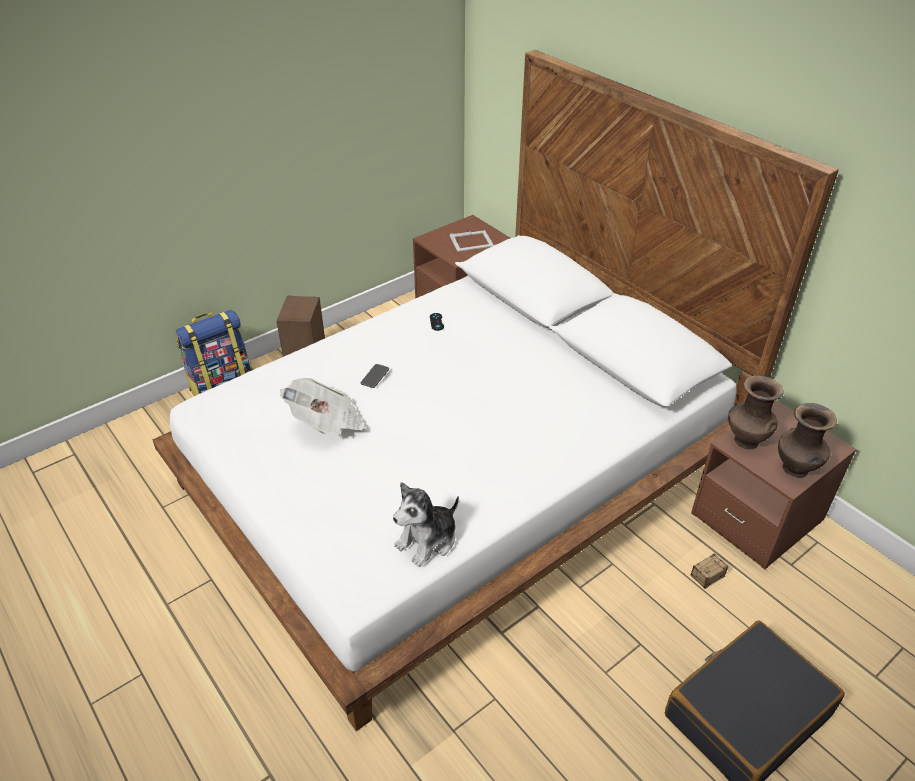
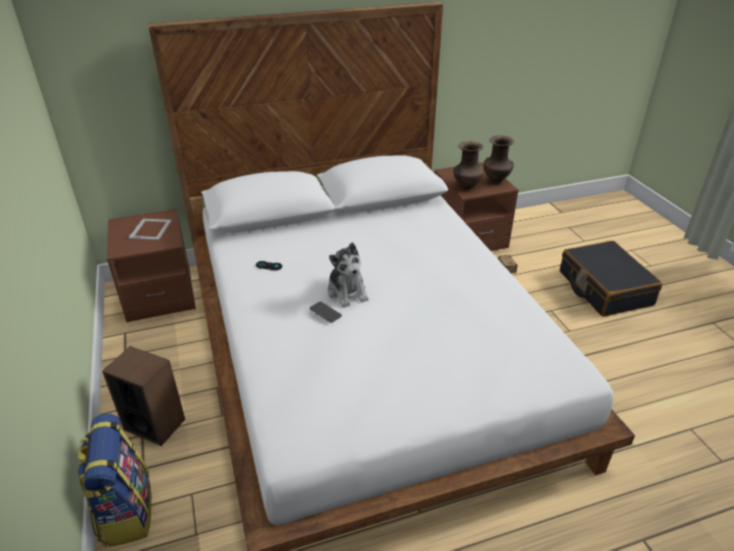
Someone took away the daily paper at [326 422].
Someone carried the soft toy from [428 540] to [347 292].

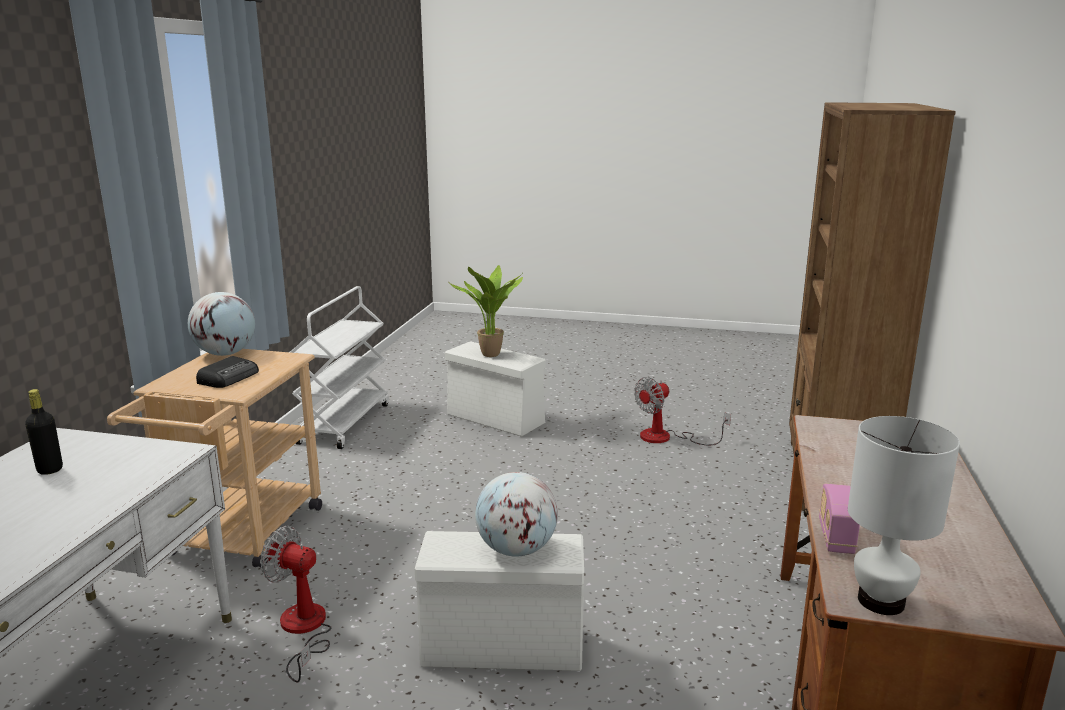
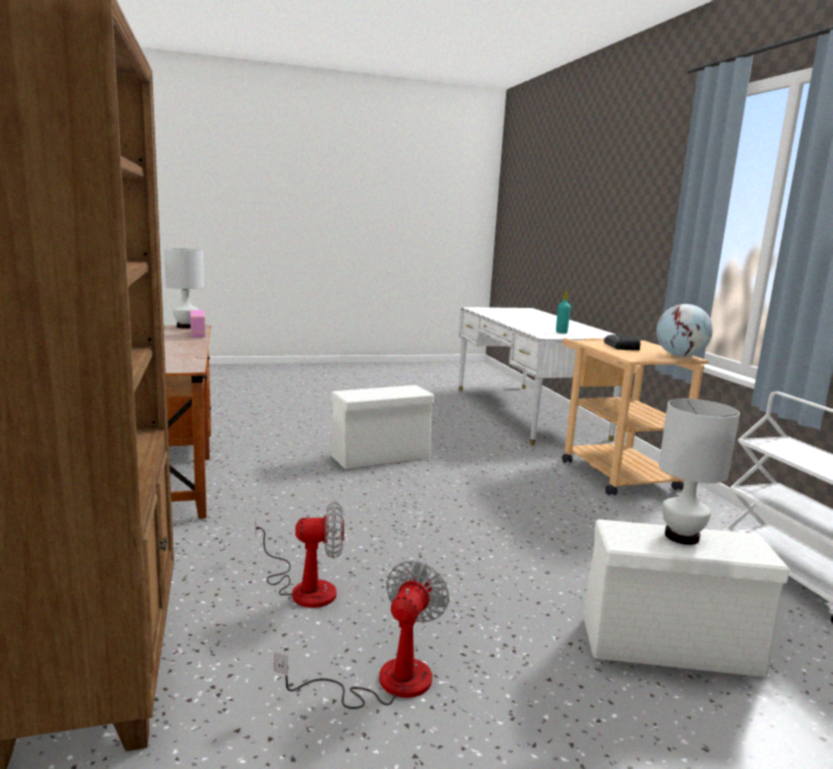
Someone took away the blackish bottle at [50 469].
Someone carried the electric fan from [303 630] to [304 587].
Someone swapped the potted plant at [493 355] for the white lamp for a table at [682 537].
Someone took away the globe at [516 550].
Someone put down the turquoise-coloured bottle at [561 332].

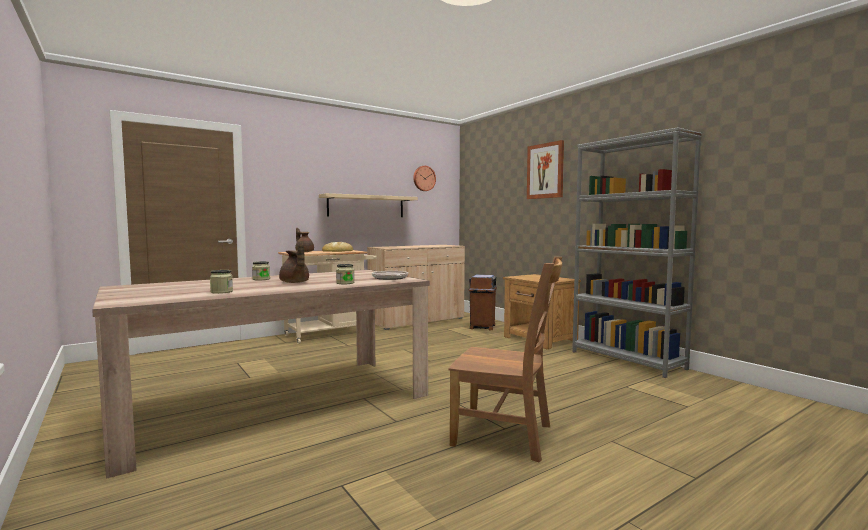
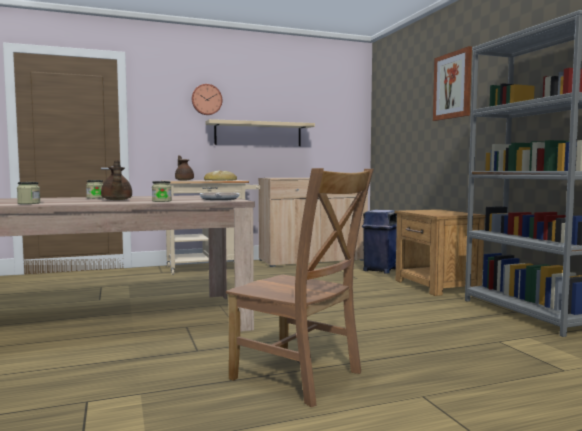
Someone carried the wall clock from [424 178] to [206 99].
Someone repainted the brown-coloured trash can at [482 327], which became the blue trash can at [379 270].

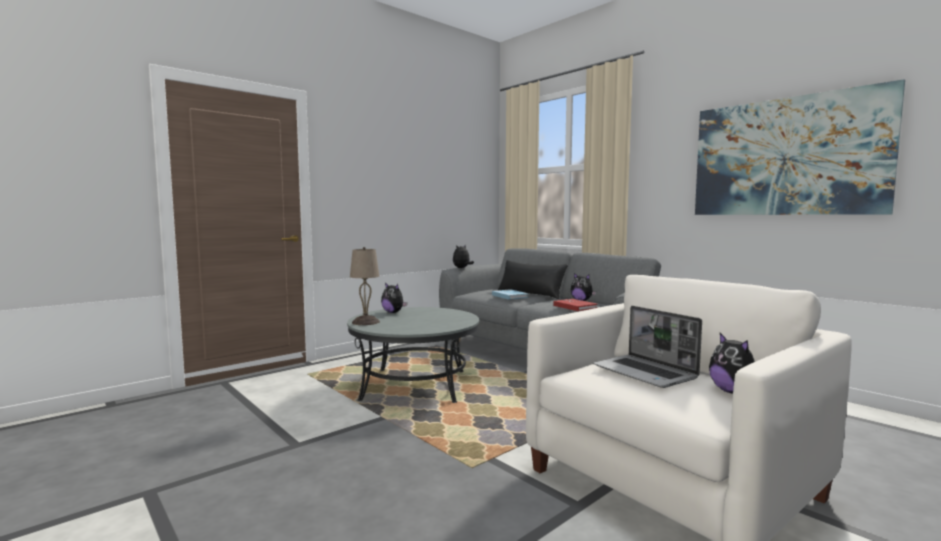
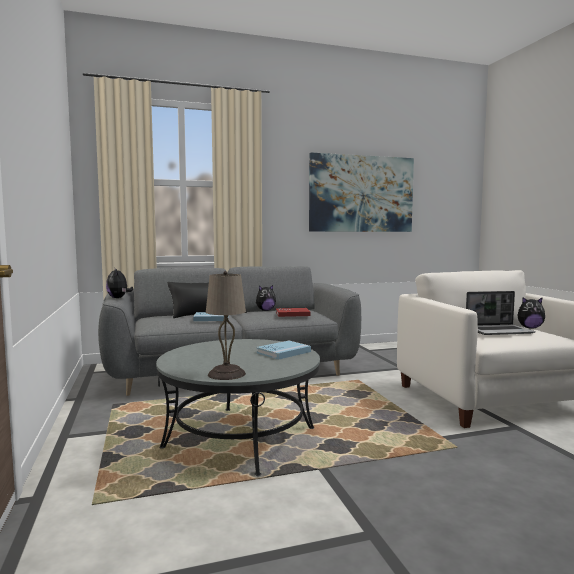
Someone took away the soft toy at [393 312].
Someone put down the blue volume at [283 352].

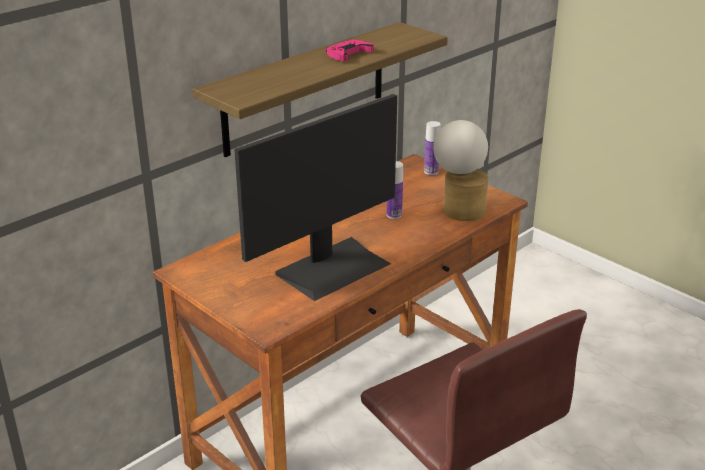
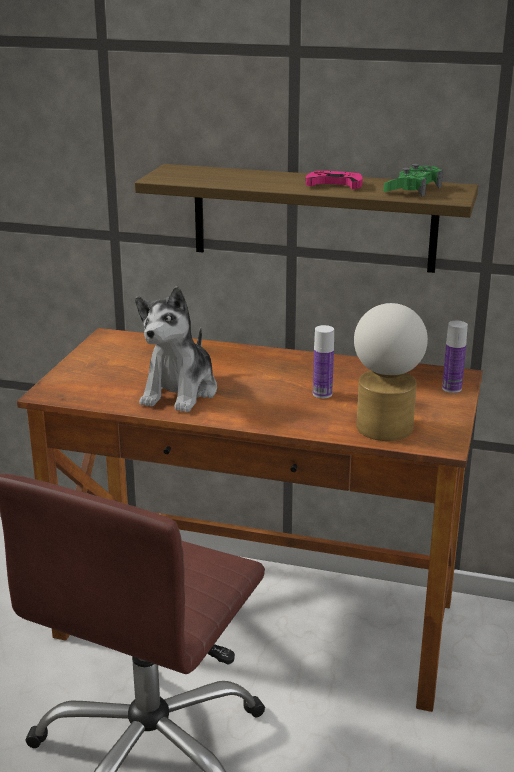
Someone swapped the monitor at [332 267] for the soft toy at [180 392].
Someone put down the green-coloured joypad at [413 189].

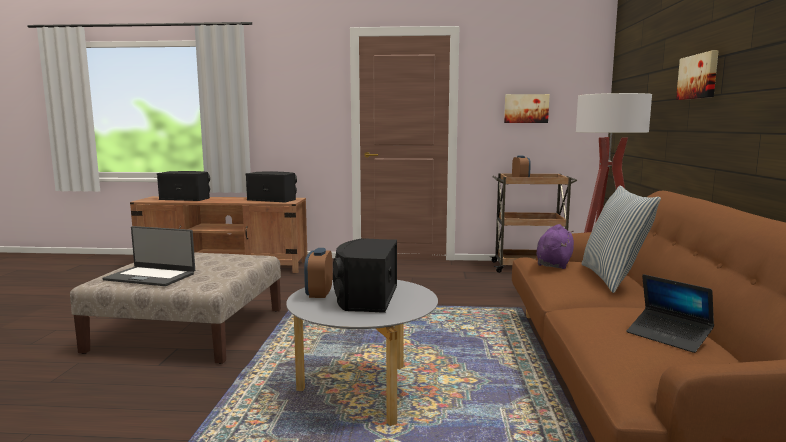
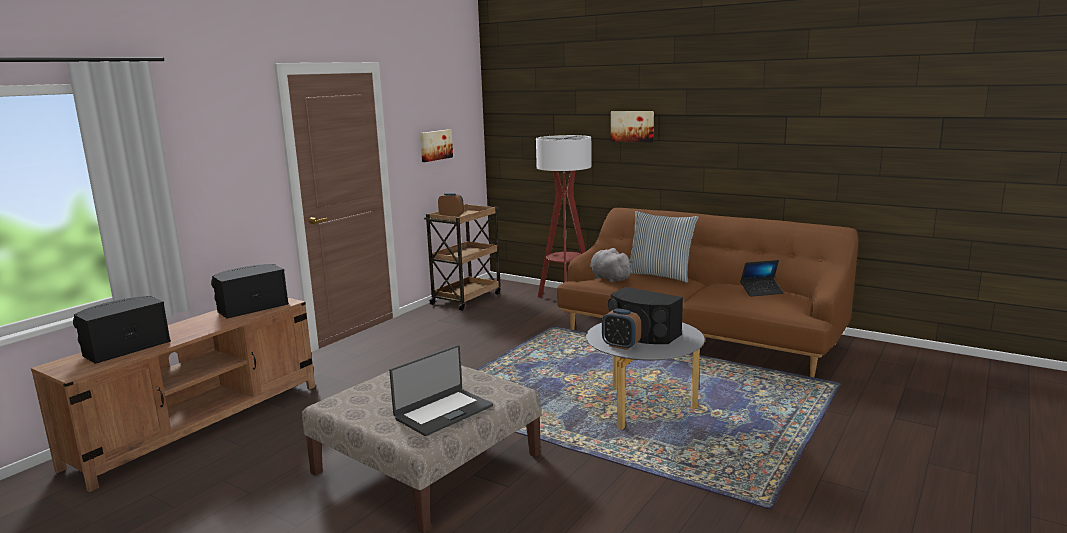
Someone repainted the purplish soft toy at [554 264], which became the grey soft toy at [609 278].

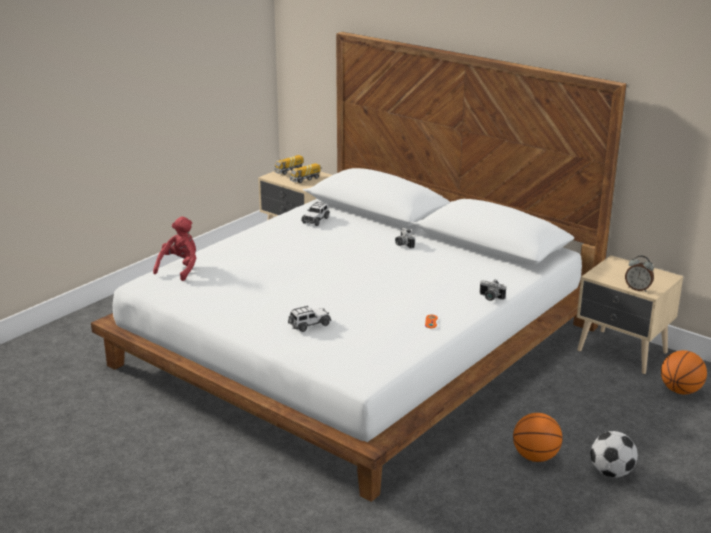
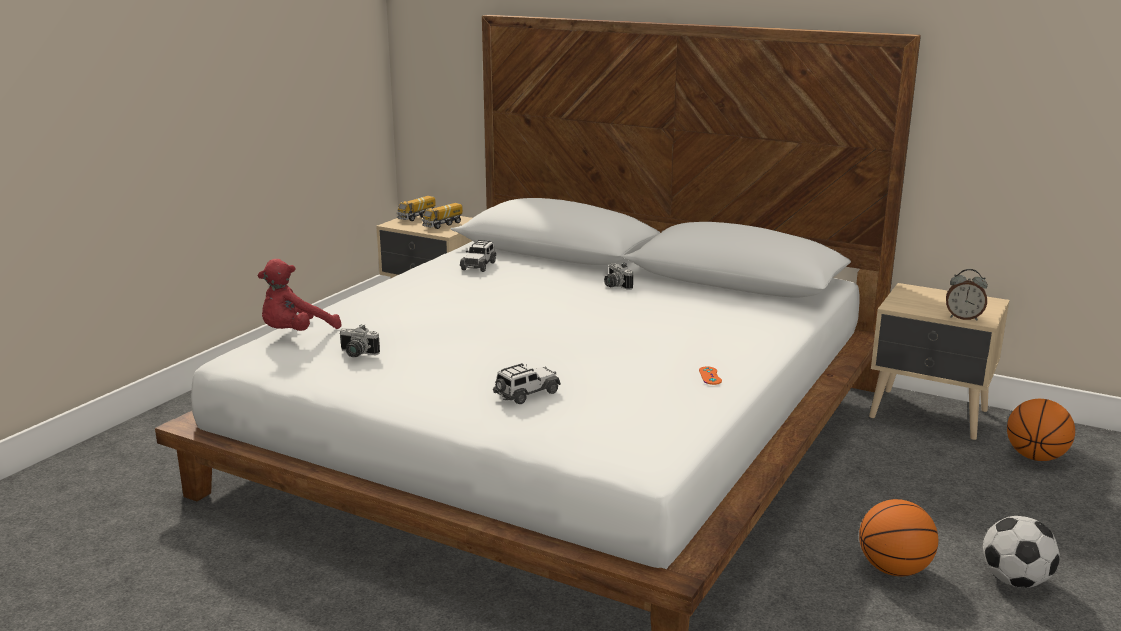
Someone rotated the reddish soft toy at [180 268] by 150 degrees counterclockwise.
Someone carried the photo camera from [490 298] to [356 354].

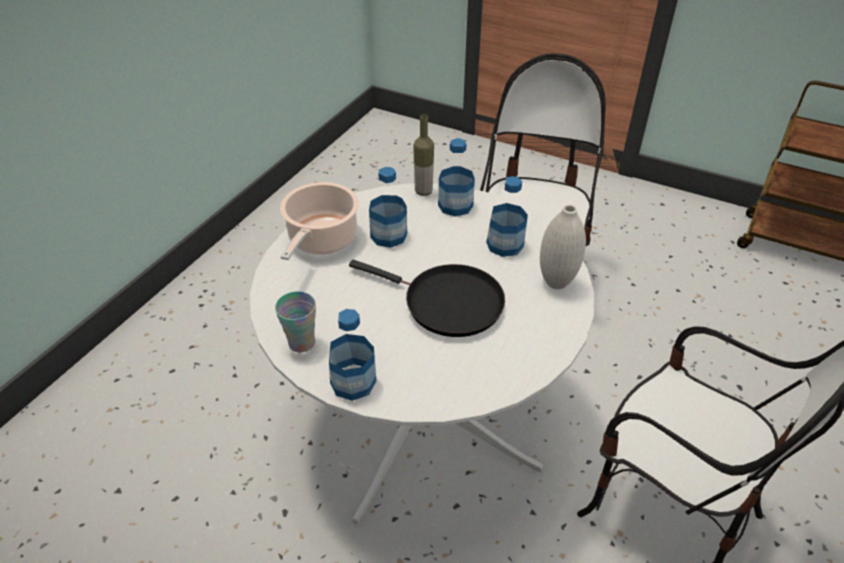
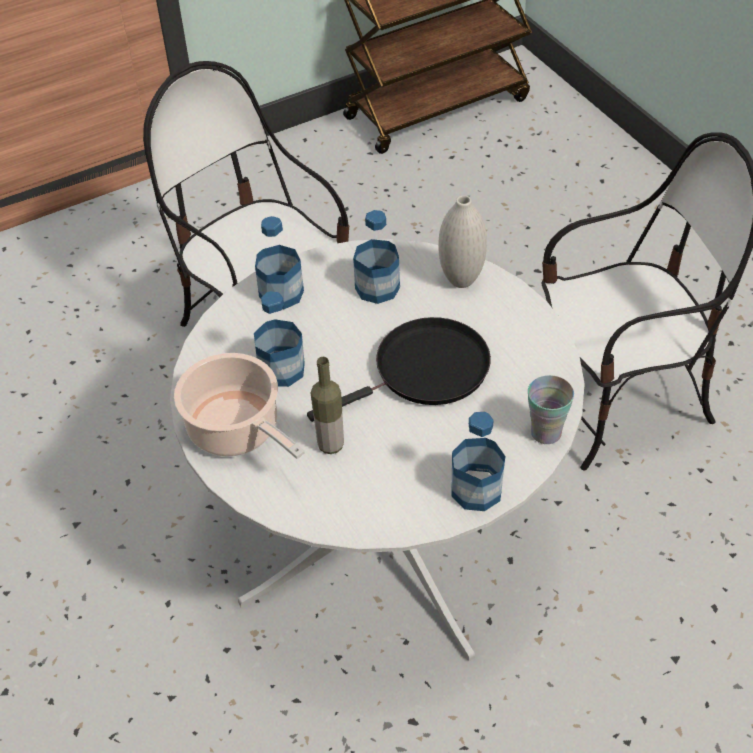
Someone carried the cup from [302 343] to [546 433].
Someone carried the bottle from [423 191] to [330 445].

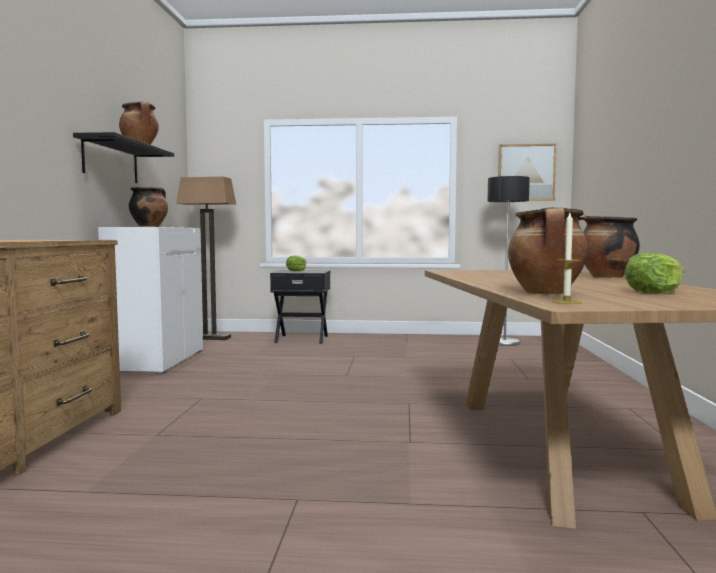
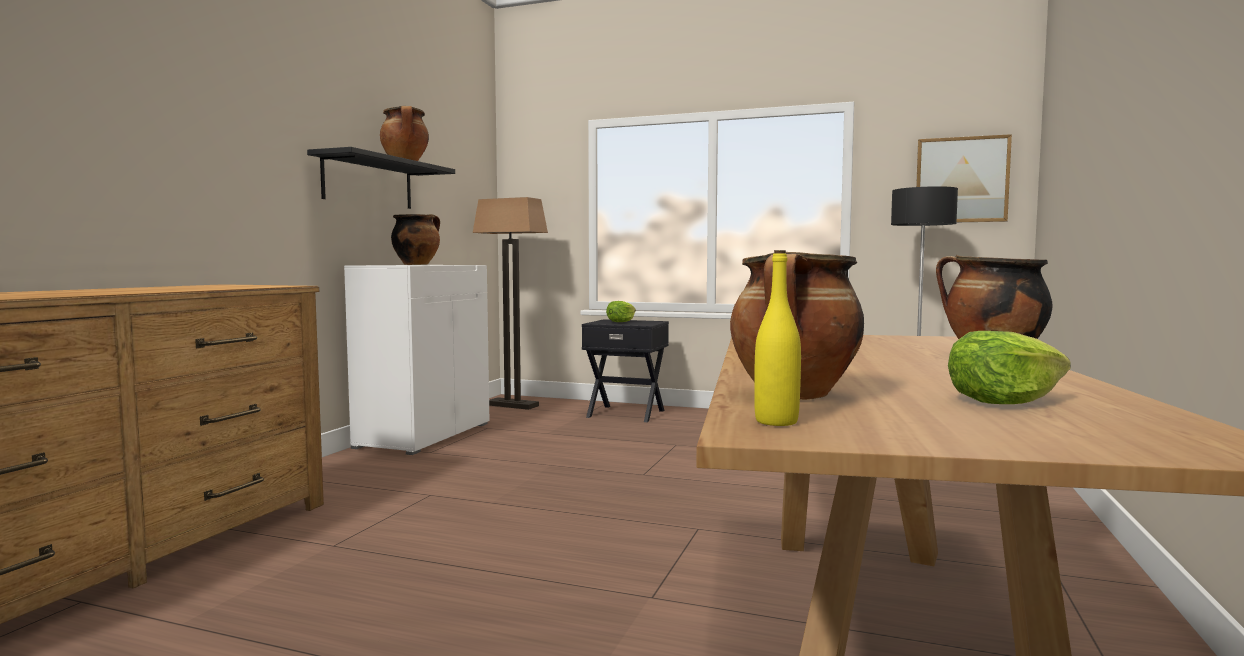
Someone swapped the wax light at [566 302] for the yellow bottle at [776 421].

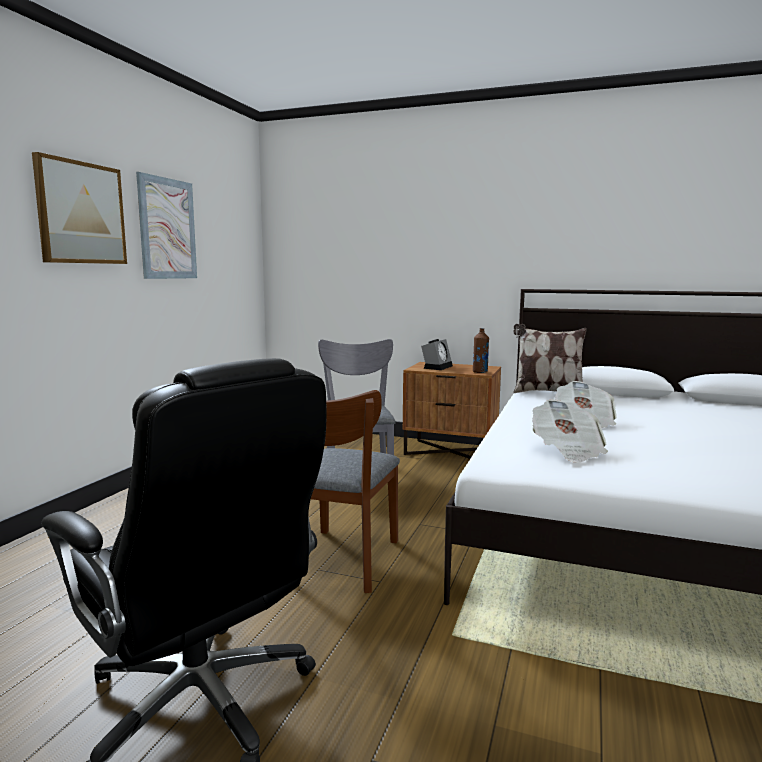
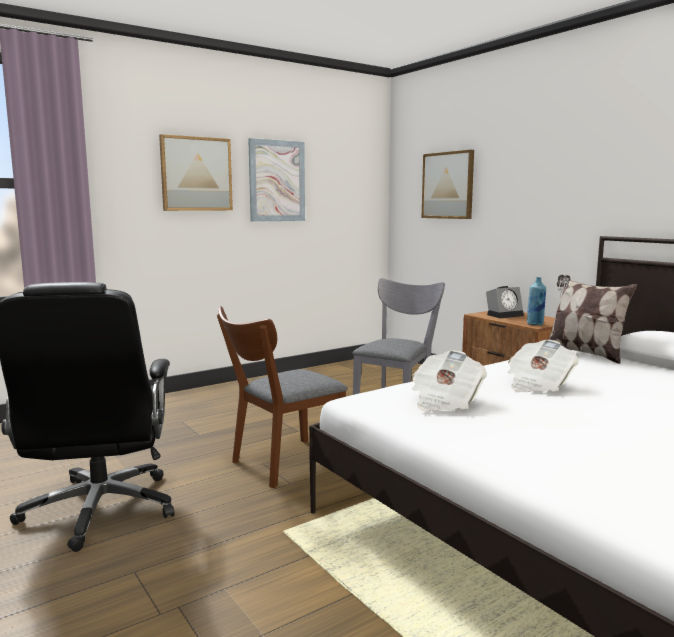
Someone repainted the brown-coloured bottle at [480 372], which became the blue bottle at [535 324].
Someone put up the picture at [448 185].

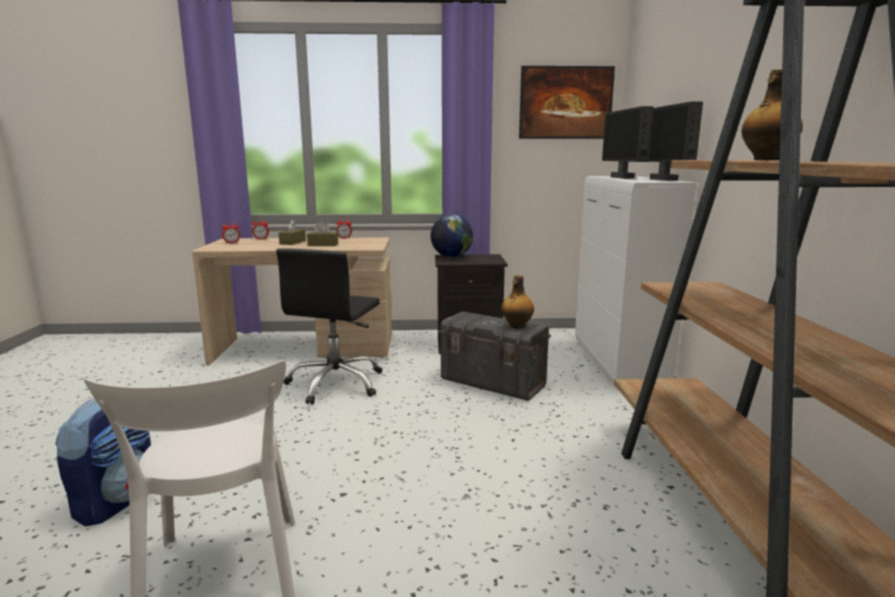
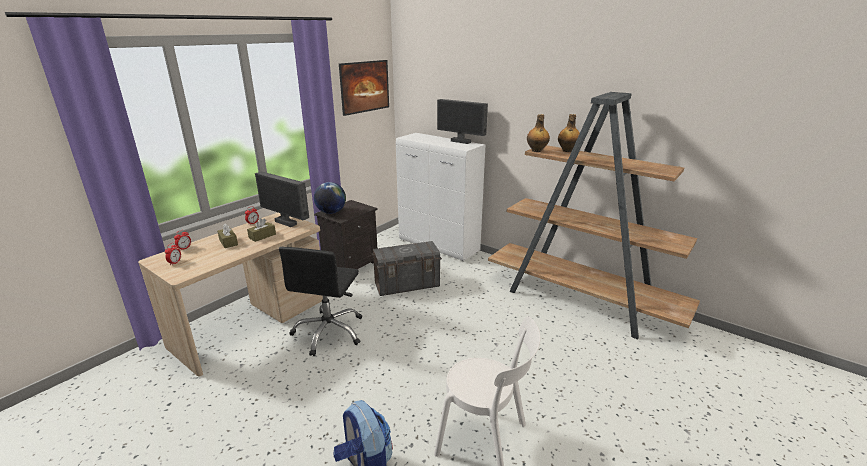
Someone rotated the blackish office chair at [336 383] by 45 degrees clockwise.
Someone carried the bottle from [516 326] to [536 151].
Someone carried the monitor from [623 177] to [286 222].

